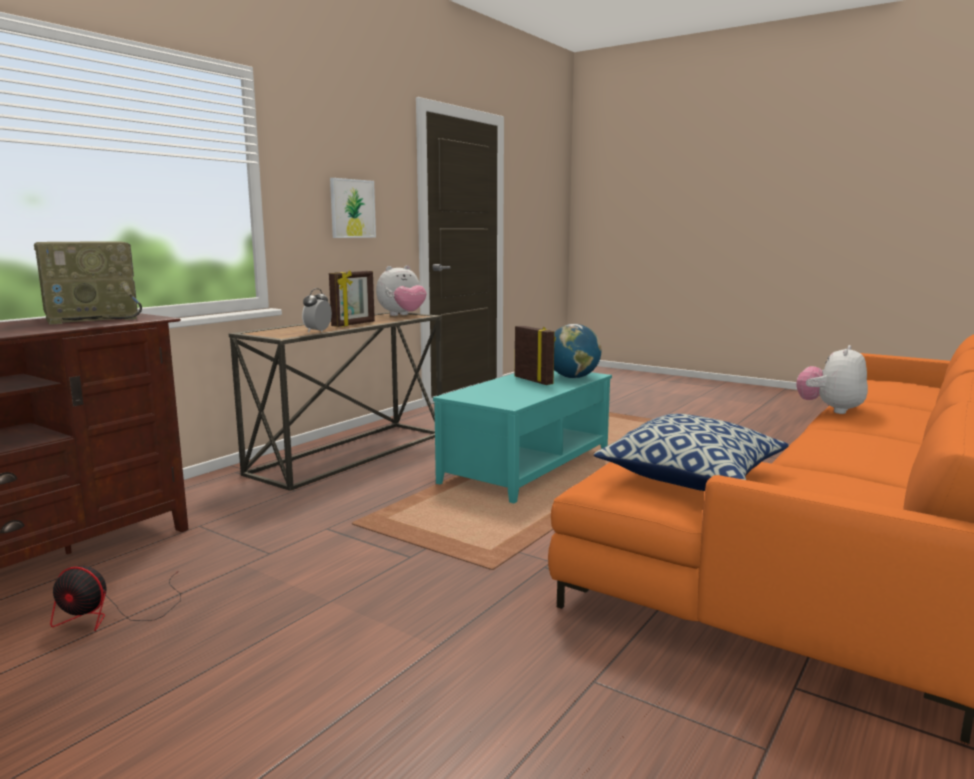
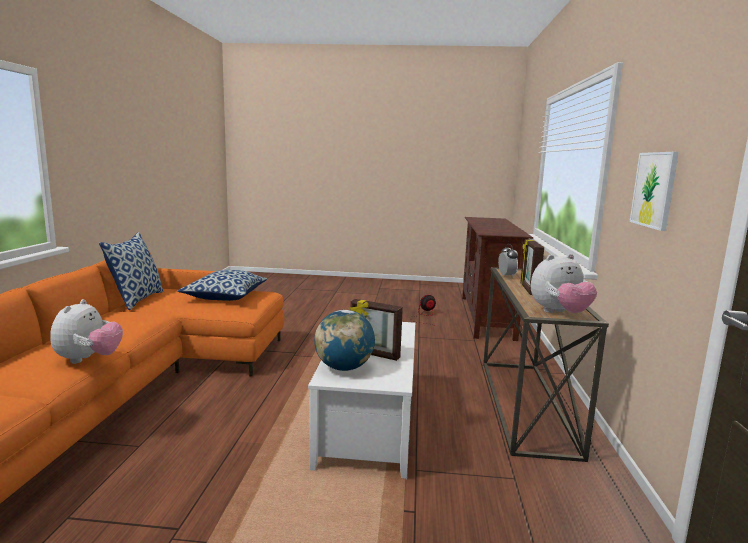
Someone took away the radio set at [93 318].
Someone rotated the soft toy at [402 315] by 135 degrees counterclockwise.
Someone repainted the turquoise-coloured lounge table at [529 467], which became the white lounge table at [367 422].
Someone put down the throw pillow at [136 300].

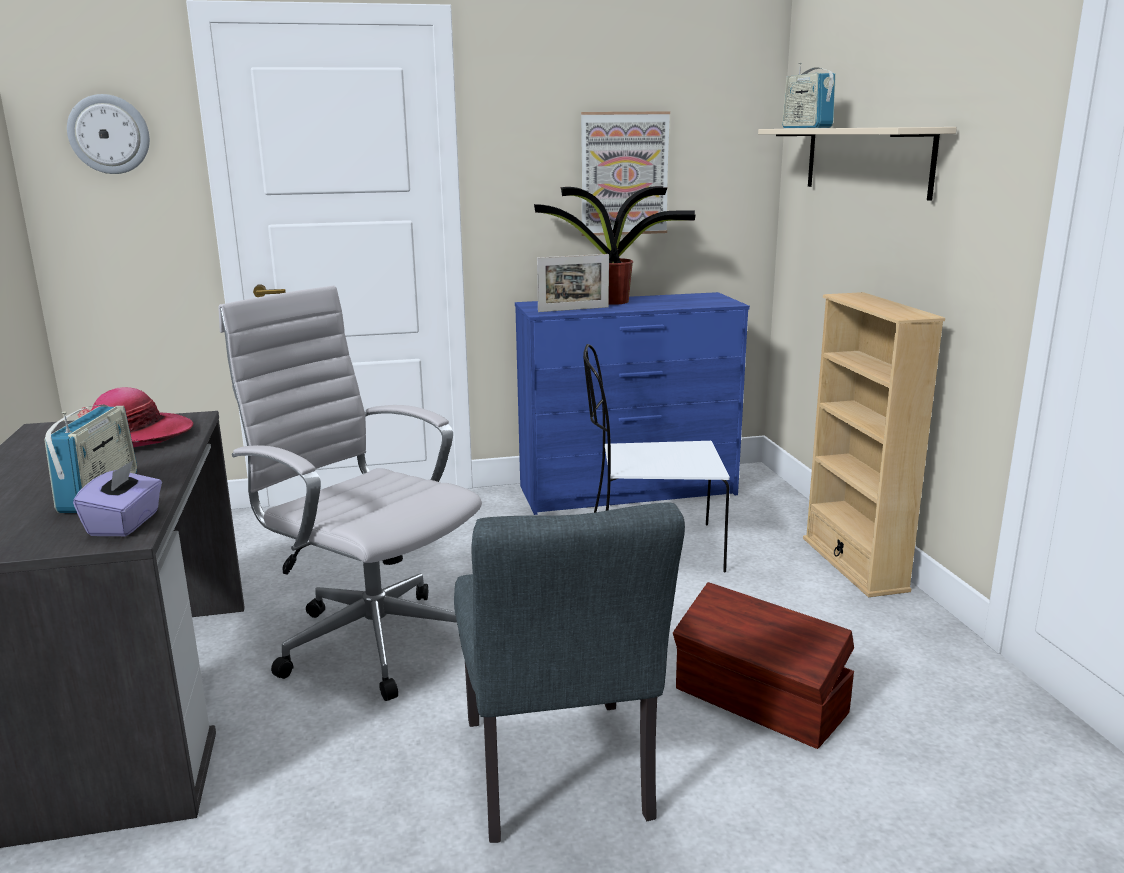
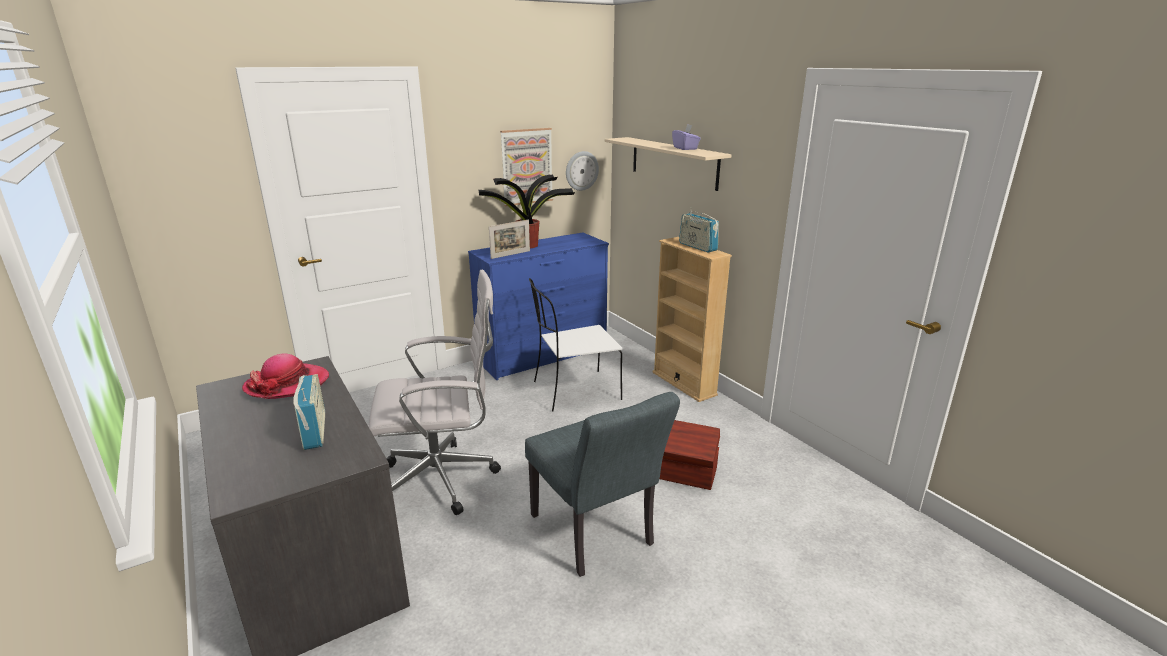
Someone carried the wall clock from [109 134] to [581 170].
Someone carried the purplish box of tissues from [125 524] to [685 148].
Someone rotated the white office chair at [370 640] by 150 degrees clockwise.
Someone carried the radio set from [806 127] to [697 247].

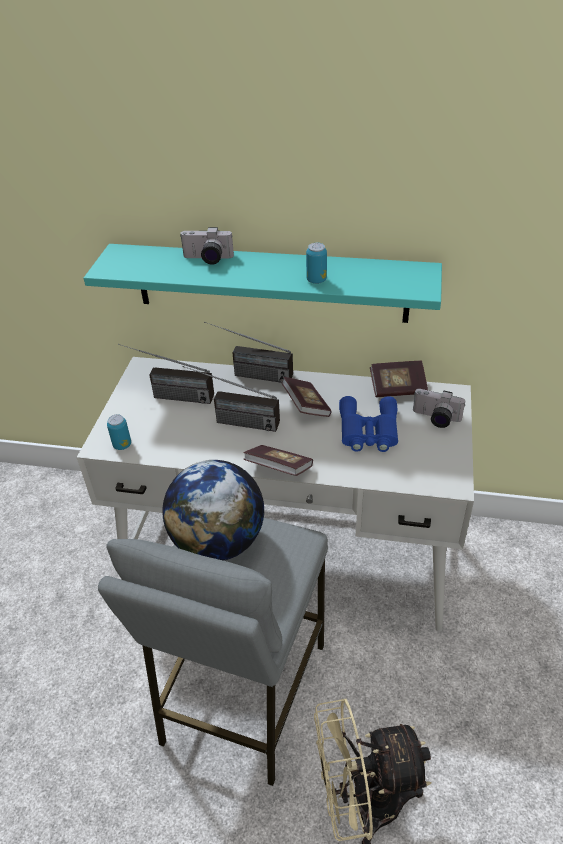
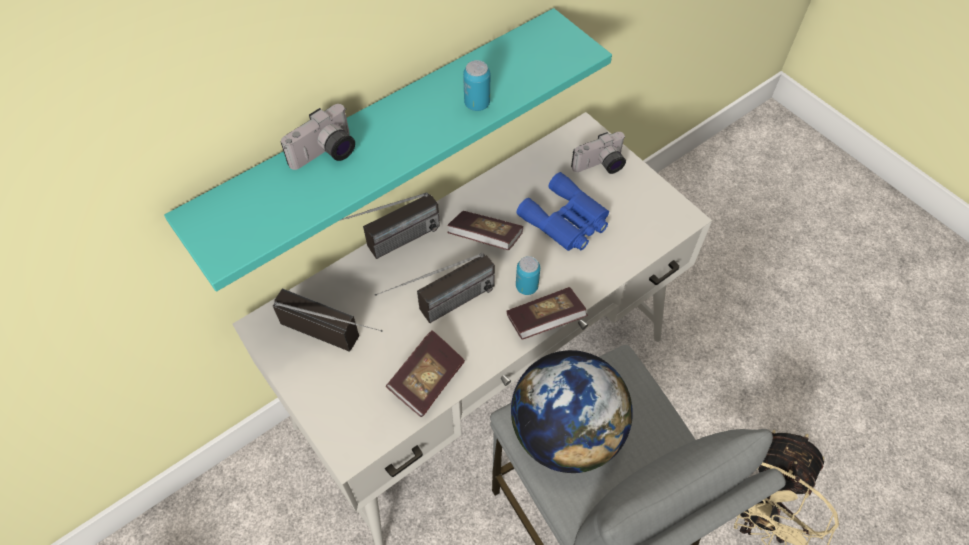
Someone carried the can from [122 445] to [526 287].
Someone rotated the radio set at [168 395] by 120 degrees counterclockwise.
Someone carried the volume from [397 388] to [427 380].

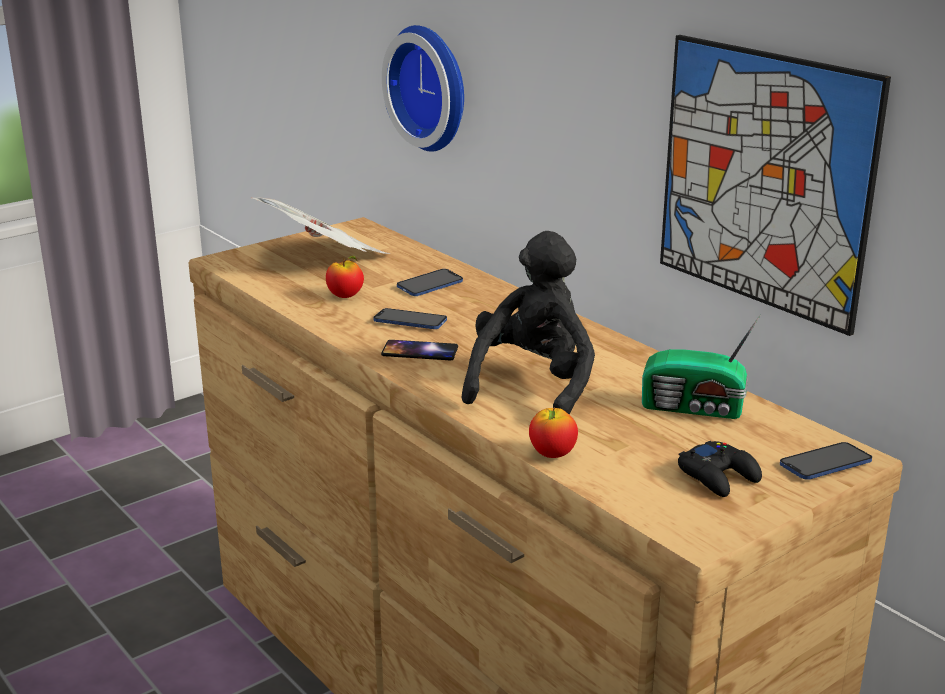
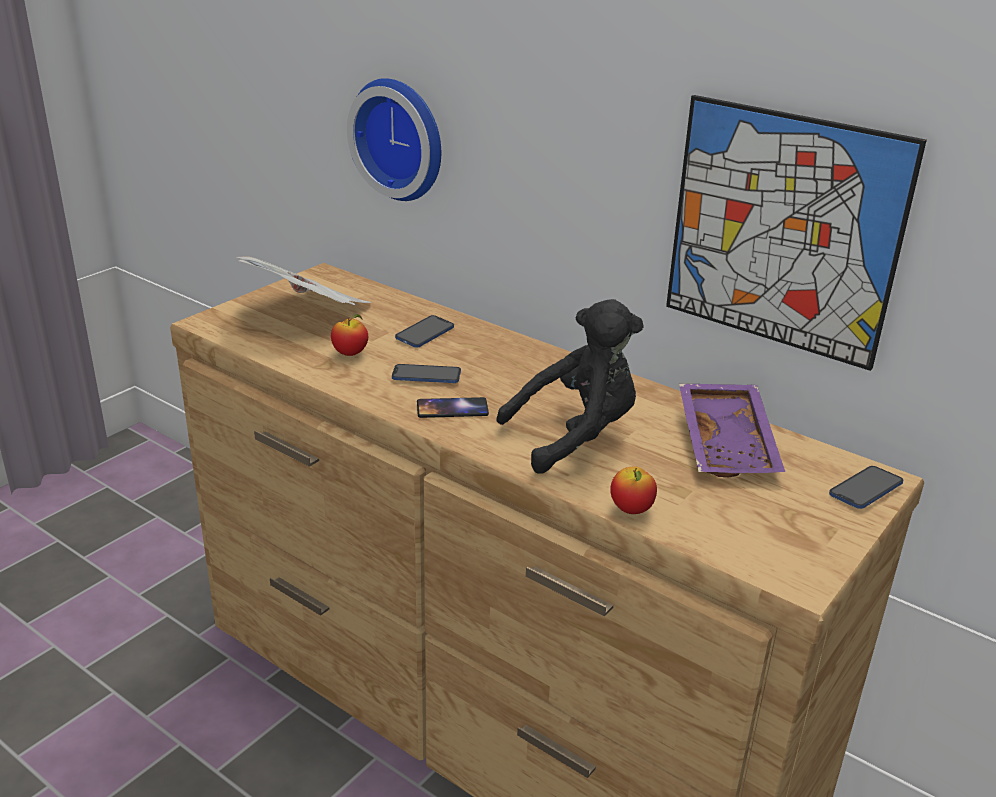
Someone rotated the blackish soft toy at [533 386] by 60 degrees clockwise.
Someone swapped the radio set at [695 408] for the purplish carrying tray at [729 444].
Someone took away the blackish joypad at [719 476].

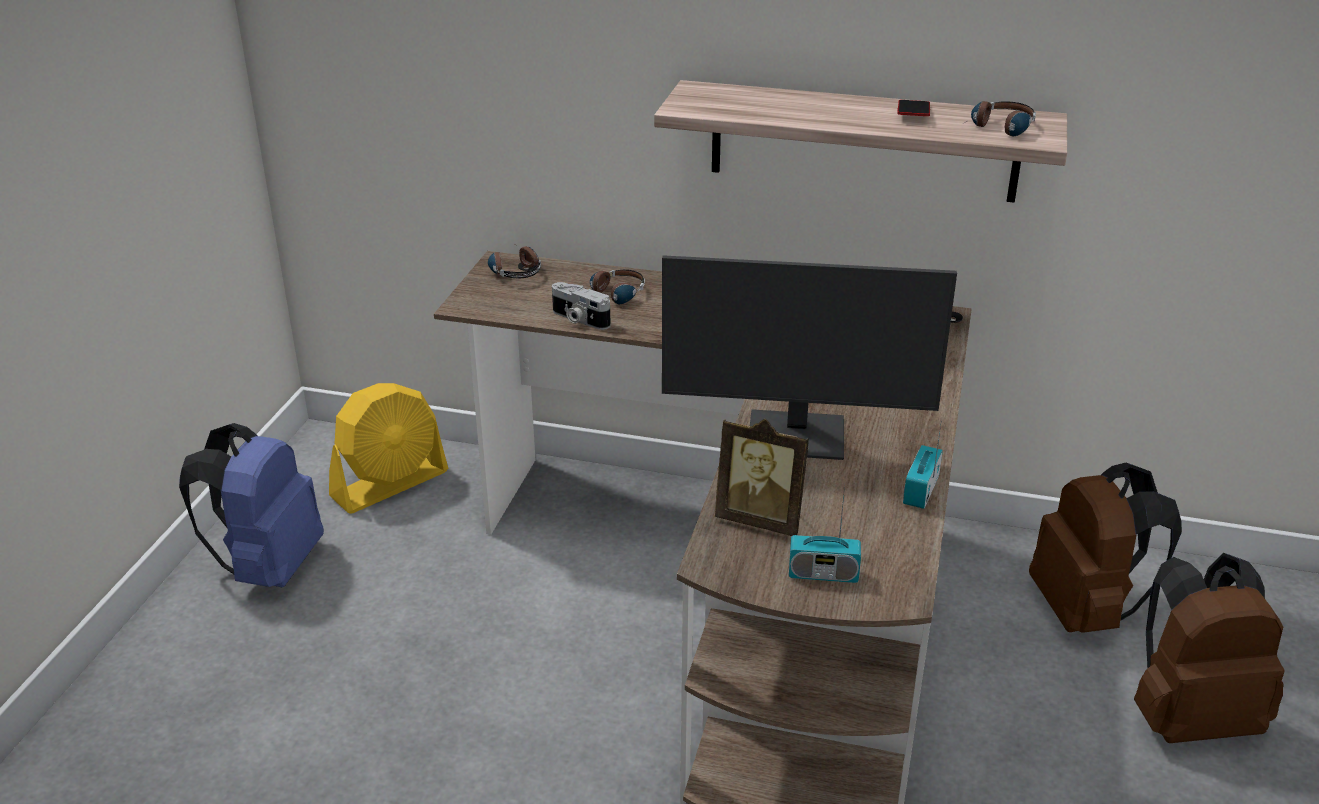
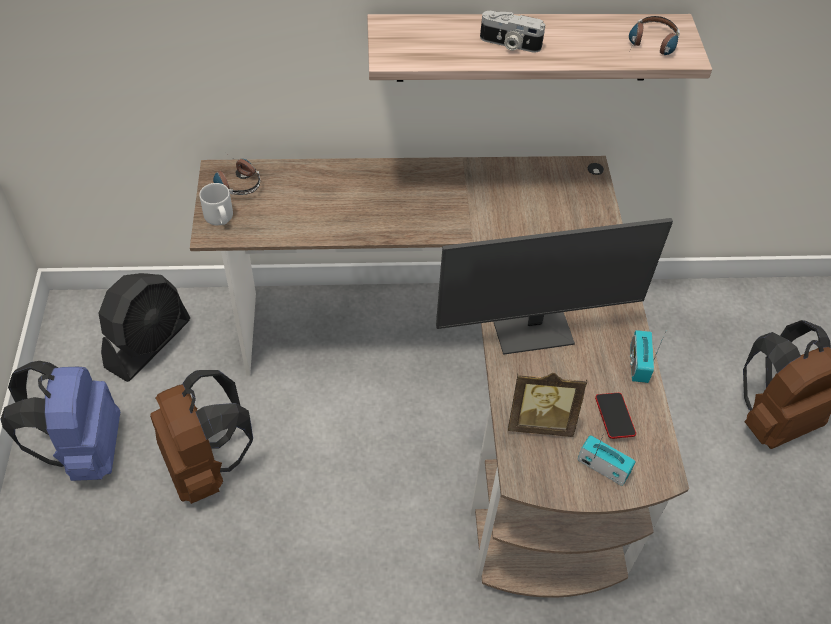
Someone repainted the yellow electric fan at [390 484], which became the blackish electric fan at [149 343].
Someone carried the photo camera from [579 319] to [509 44].
Someone took away the pair of headphones at [612 296].
Someone rotated the radio set at [823 574] by 135 degrees counterclockwise.
Someone carried the telephone from [913 113] to [614 417].
Someone carried the brown-coloured knapsack from [1086 611] to [206 465].
Someone put down the grey tea mug at [220 218].

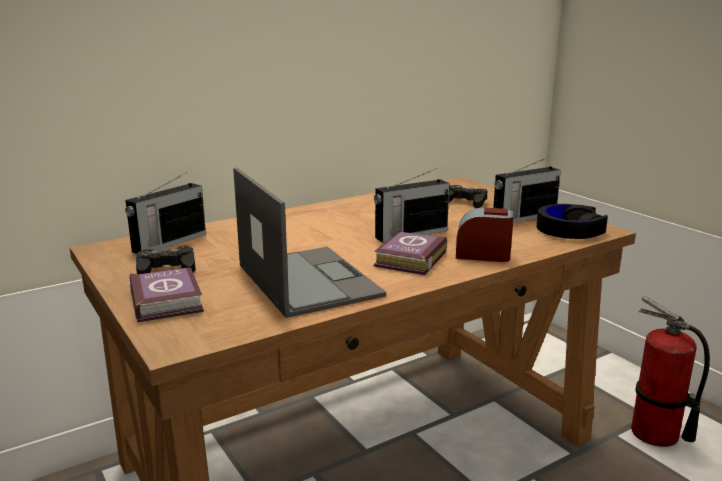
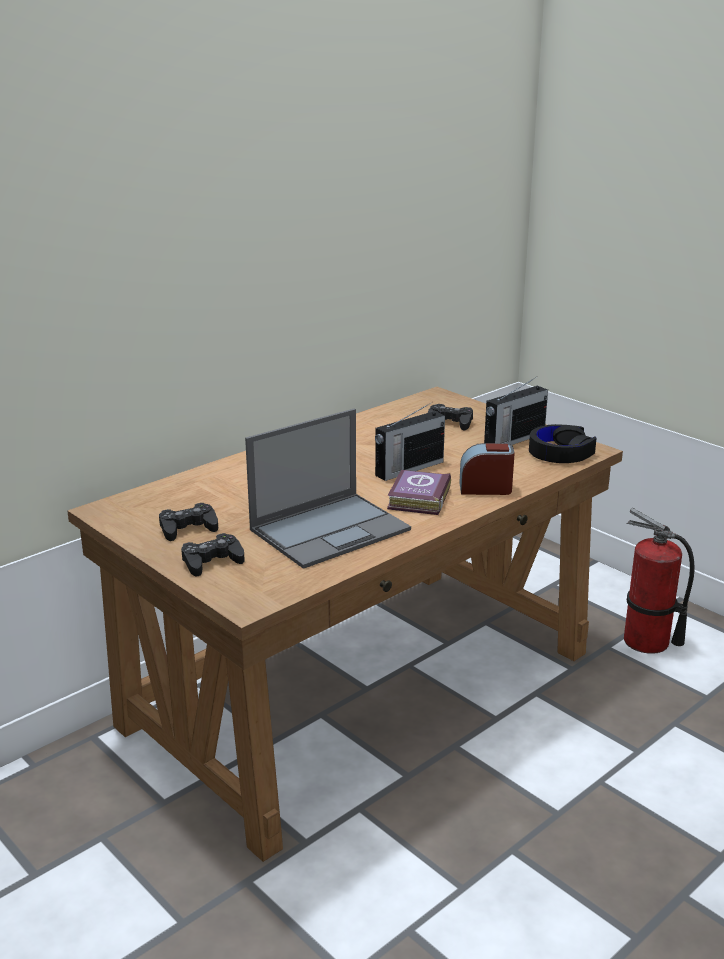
Someone took away the radio set at [168 243].
Someone swapped the volume at [167 300] for the blackish joypad at [212 561].
Someone rotated the portable computer at [307 280] by 90 degrees clockwise.

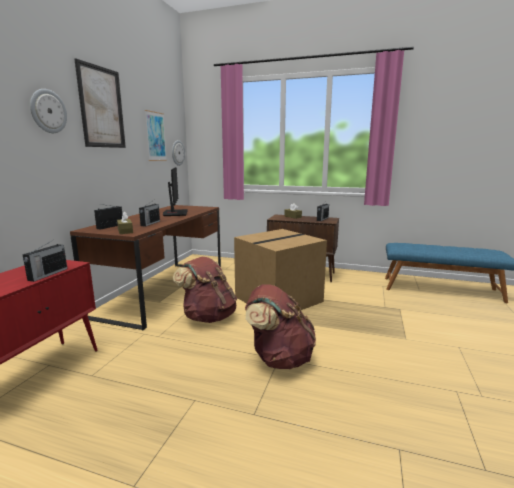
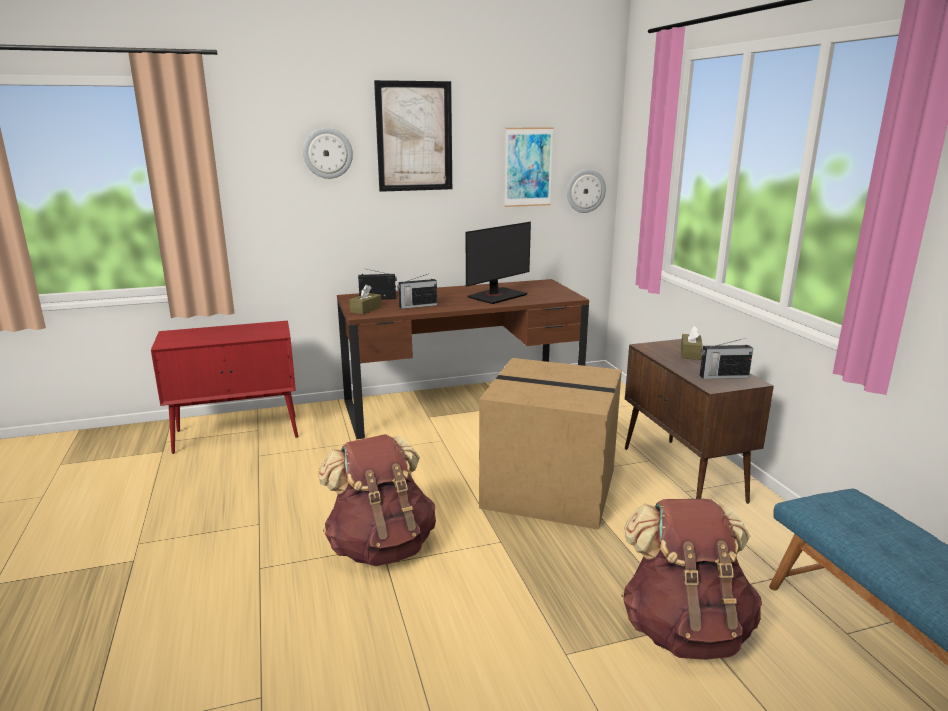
Someone took away the radio set at [47 274].
Someone carried the brown-coloured knapsack from [208 317] to [684 629].

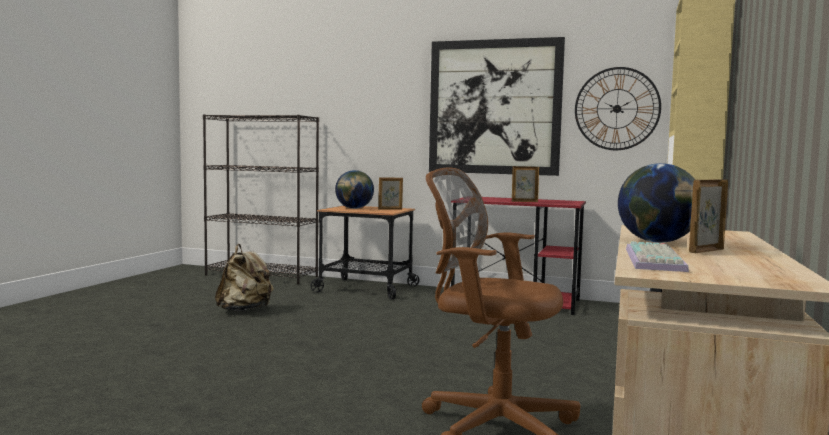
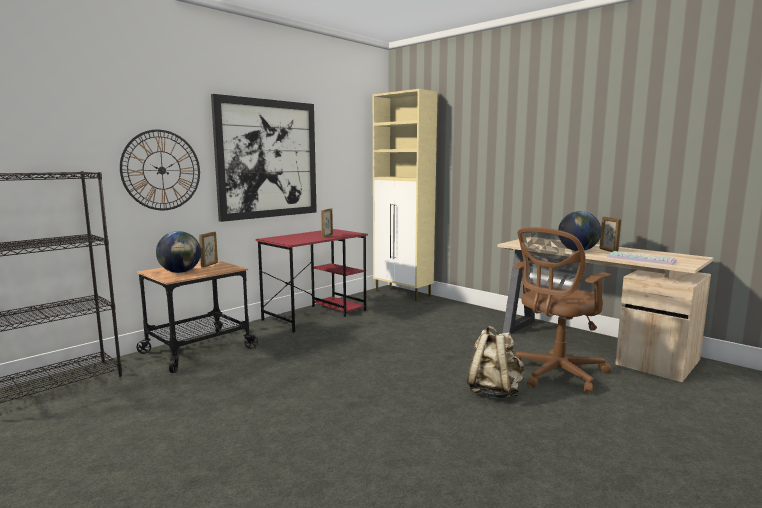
Someone carried the beige-coloured knapsack from [244 310] to [494 392].
Someone carried the wall clock from [617 109] to [162 170].

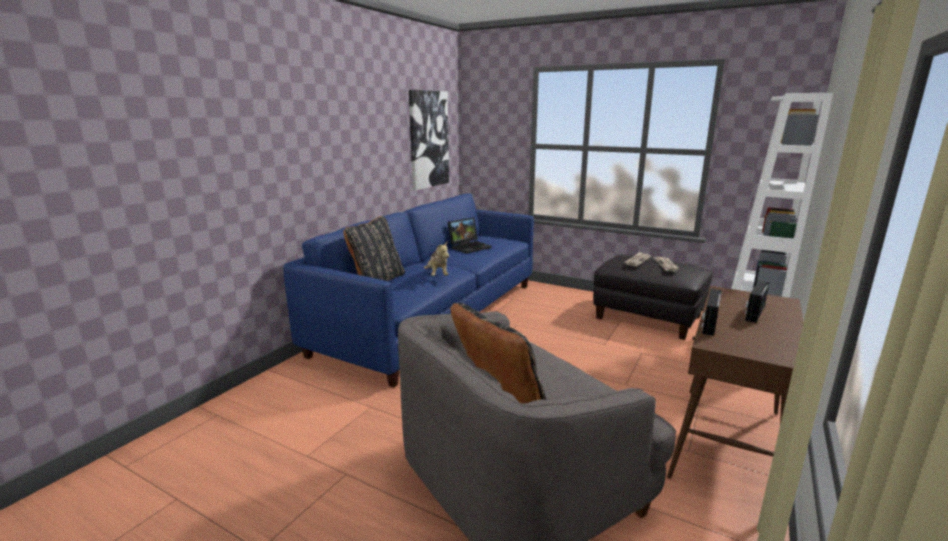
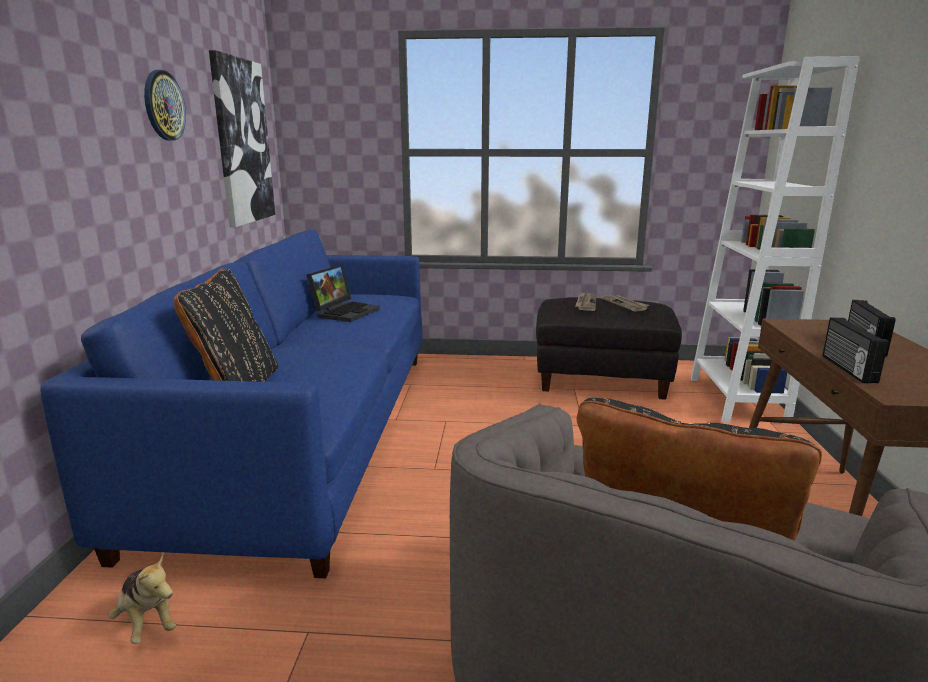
Someone carried the soft toy from [437 275] to [147 622].
Someone put up the wall clock at [163 105].

